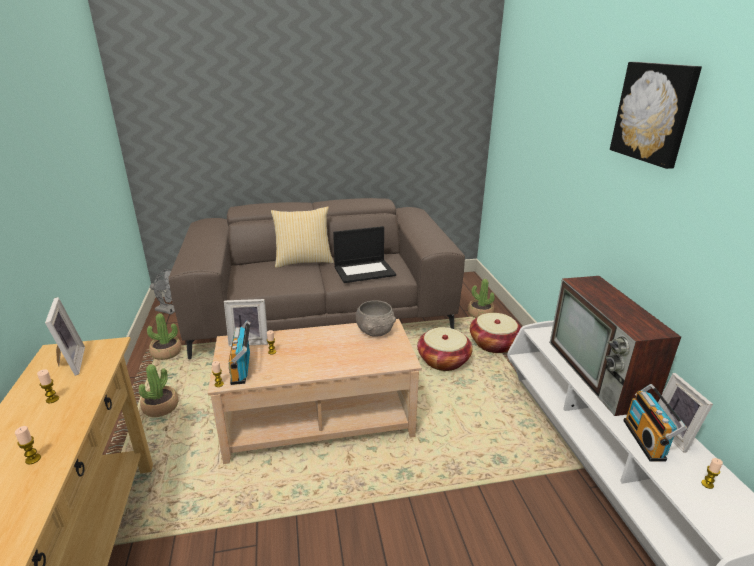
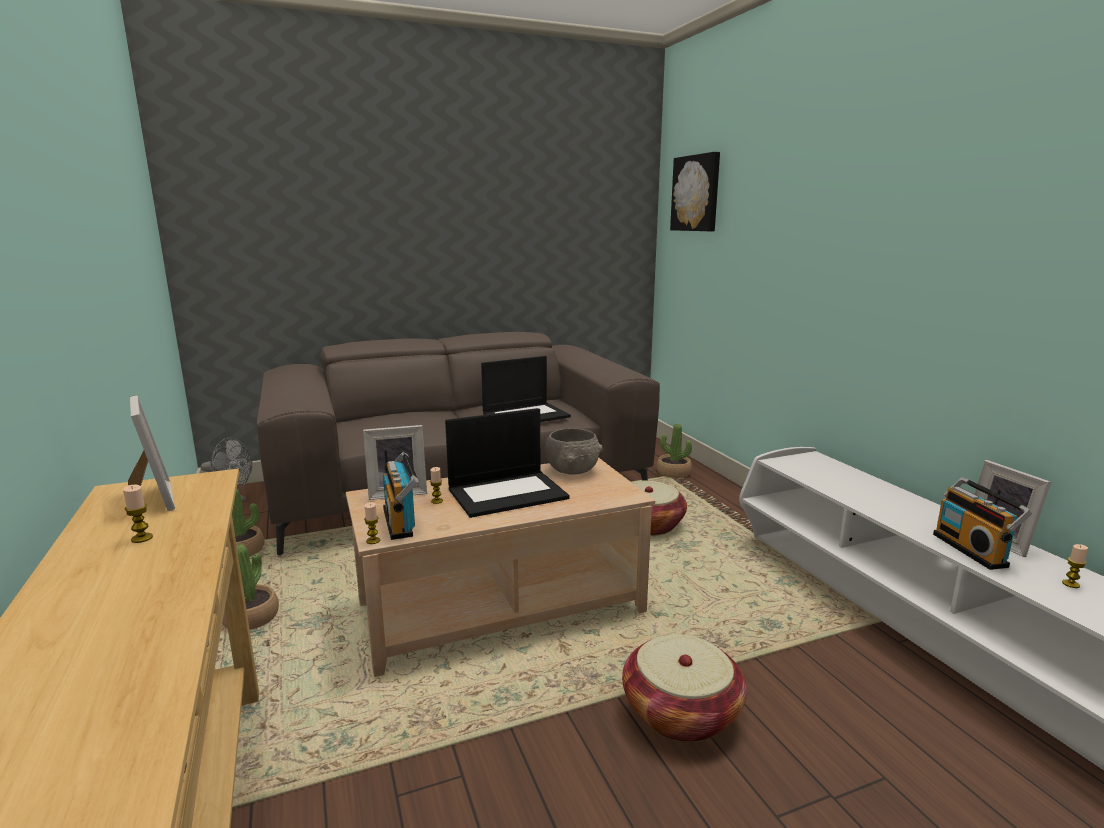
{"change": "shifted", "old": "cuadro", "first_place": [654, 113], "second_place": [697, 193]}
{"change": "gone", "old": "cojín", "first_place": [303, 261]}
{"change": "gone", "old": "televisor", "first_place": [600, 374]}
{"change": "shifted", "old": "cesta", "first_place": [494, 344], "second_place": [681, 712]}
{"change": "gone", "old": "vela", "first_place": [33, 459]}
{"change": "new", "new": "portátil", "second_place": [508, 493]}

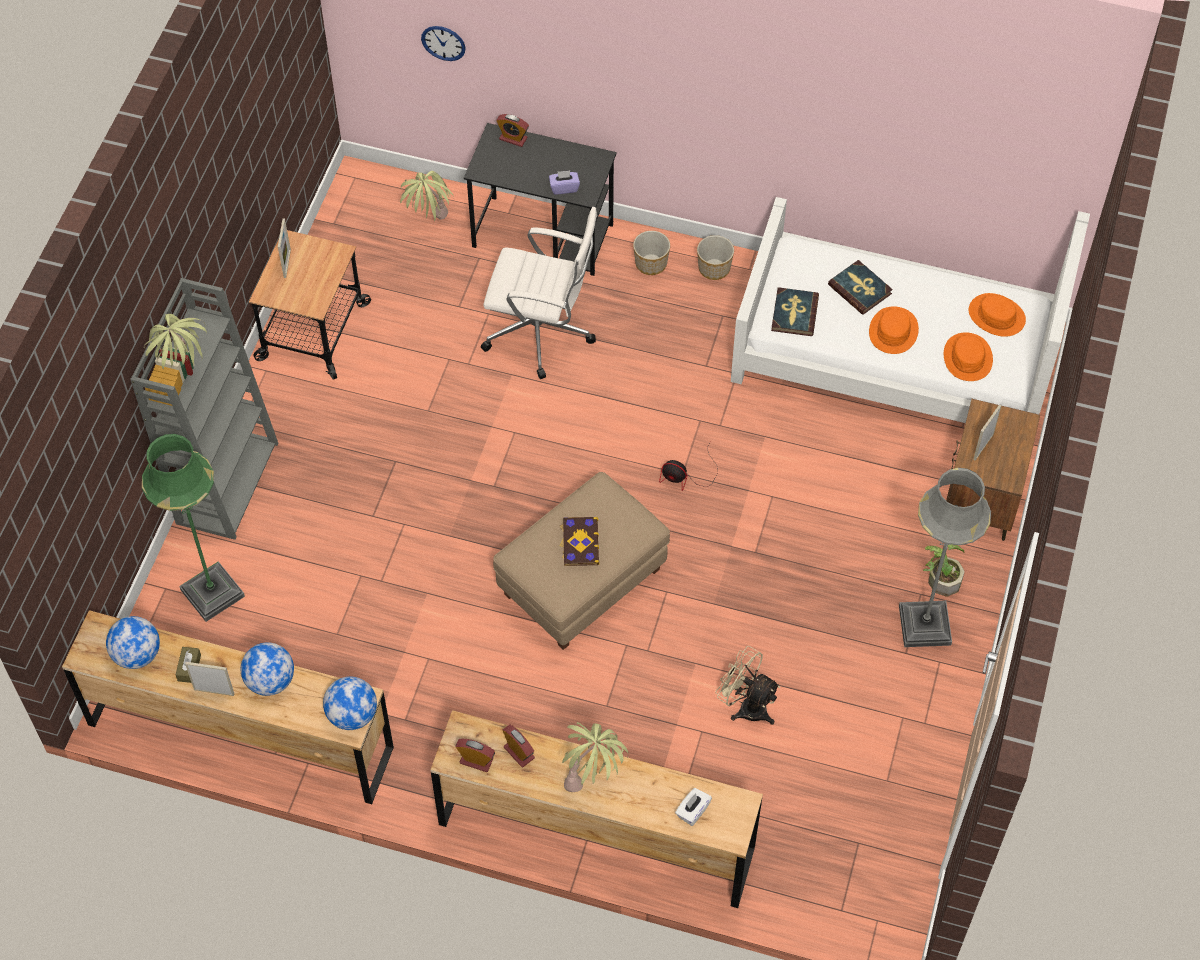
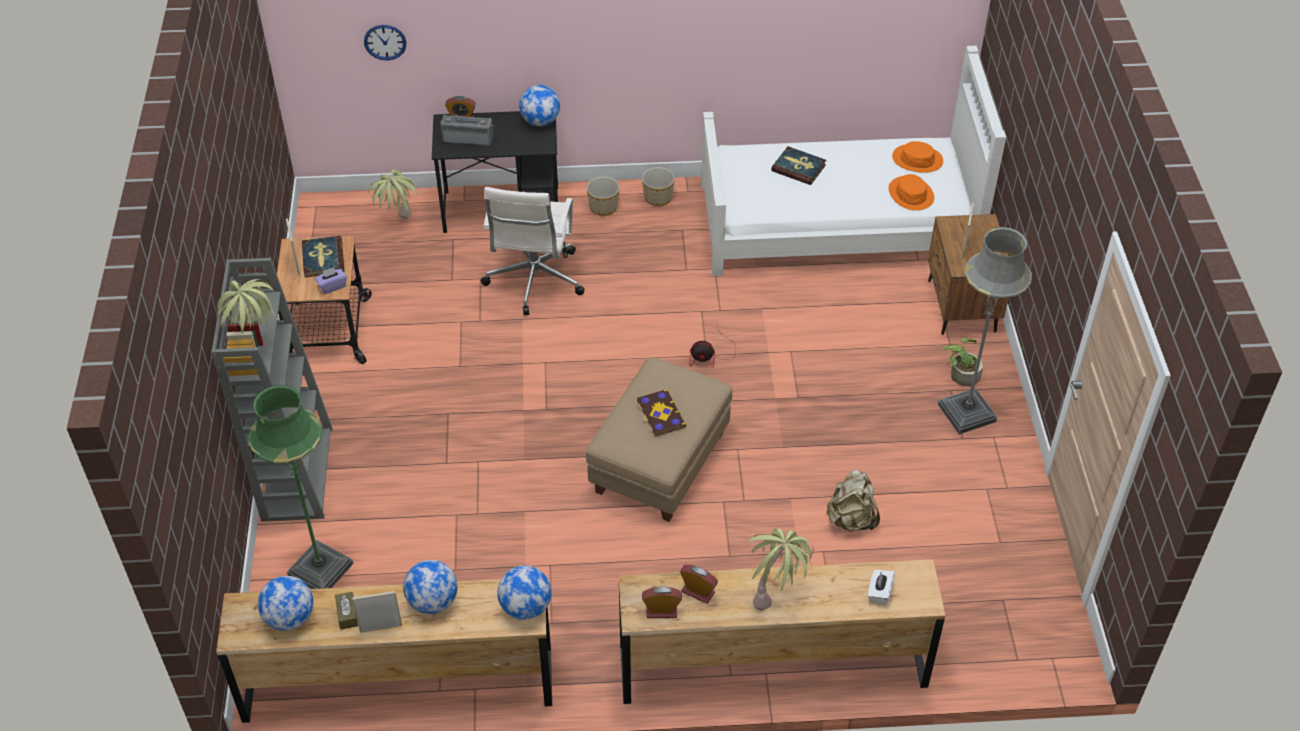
{"change": "shifted", "old": "caja de pañuelos (morado)", "first_place": [564, 188], "second_place": [332, 286]}
{"change": "rotated", "old": "silla de oficina (blanco)", "first_place": [542, 333], "second_place": [534, 281], "degrees": 105}
{"change": "shifted", "old": "libro", "first_place": [794, 313], "second_place": [323, 258]}
{"change": "gone", "old": "sombrero (naranja)", "first_place": [893, 331]}
{"change": "swapped", "old": "ventilador (beis)", "new": "mochila (beis)", "first_place": [746, 706], "second_place": [851, 519]}
{"change": "new", "new": "globo terráqueo", "second_place": [540, 121]}
{"change": "new", "new": "radio", "second_place": [468, 138]}

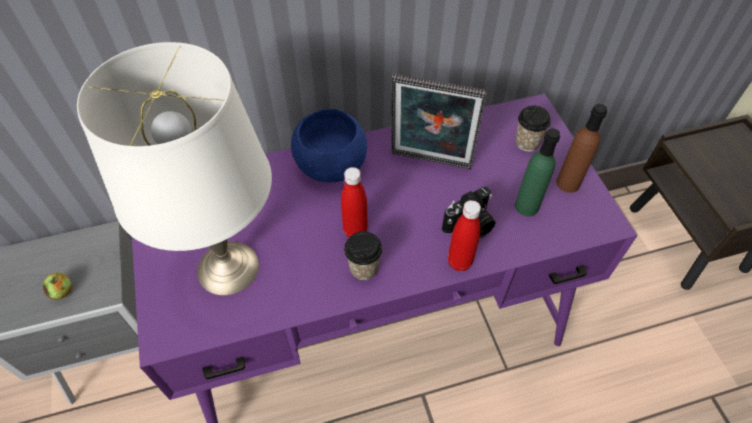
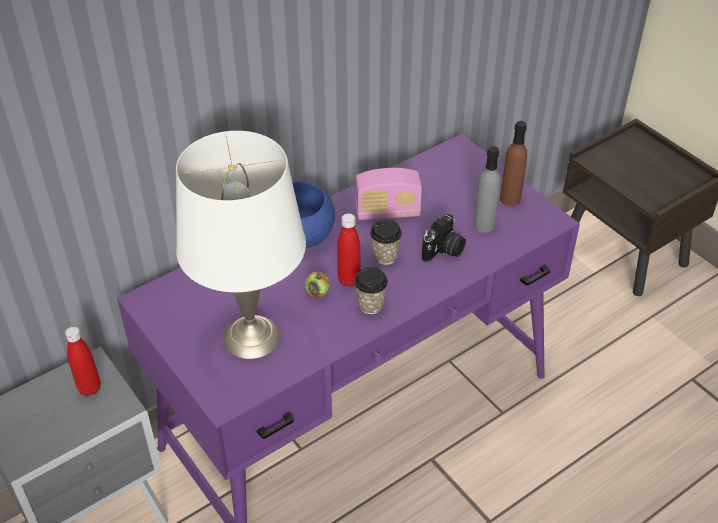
{"change": "swapped", "old": "portarretratos", "new": "radio", "first_place": [430, 162], "second_place": [387, 212]}
{"change": "shifted", "old": "taza", "first_place": [527, 143], "second_place": [385, 256]}
{"change": "repainted", "old": "botella (verde)", "new": "botella (gris)", "first_place": [526, 206], "second_place": [484, 225]}
{"change": "shifted", "old": "botella (rojo)", "first_place": [459, 262], "second_place": [89, 388]}
{"change": "shifted", "old": "manzana", "first_place": [62, 291], "second_place": [317, 292]}

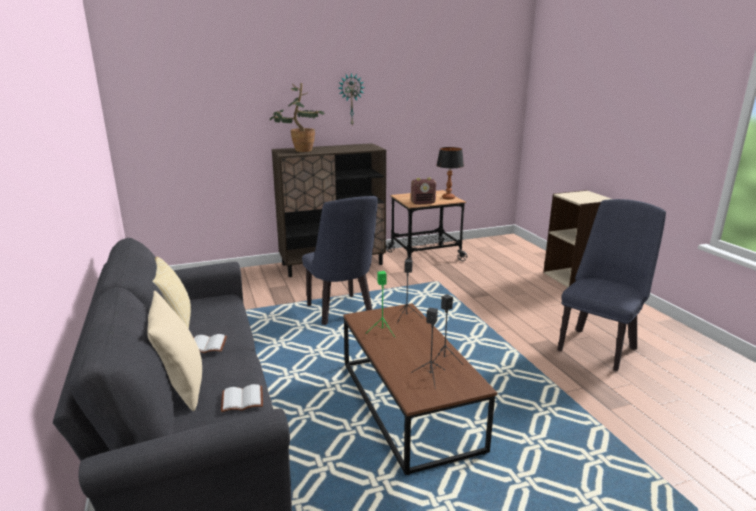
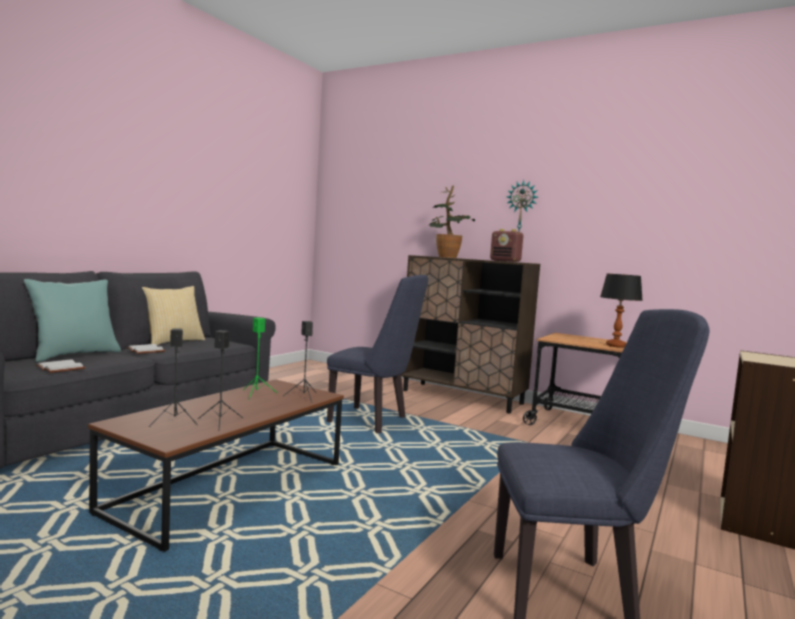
{"change": "shifted", "old": "radio", "first_place": [423, 203], "second_place": [505, 261]}
{"change": "rotated", "old": "silla (azul)", "first_place": [341, 312], "second_place": [373, 421], "degrees": -90}
{"change": "repainted", "old": "cojín (beis)", "new": "cojín (turquesa)", "first_place": [181, 385], "second_place": [74, 355]}

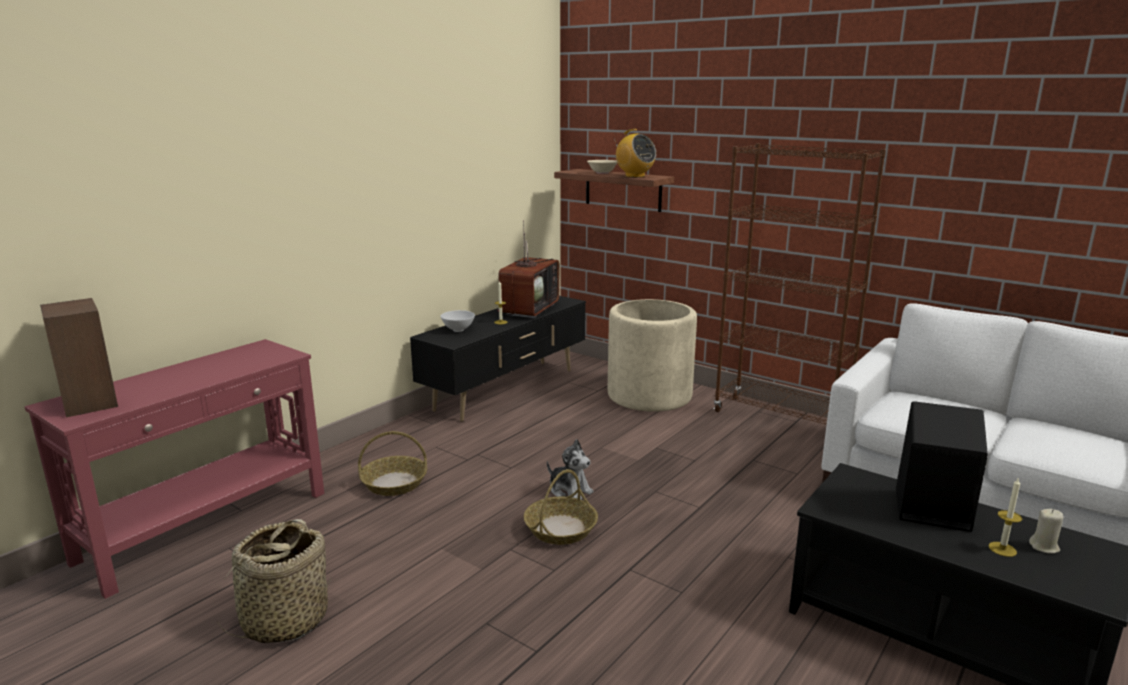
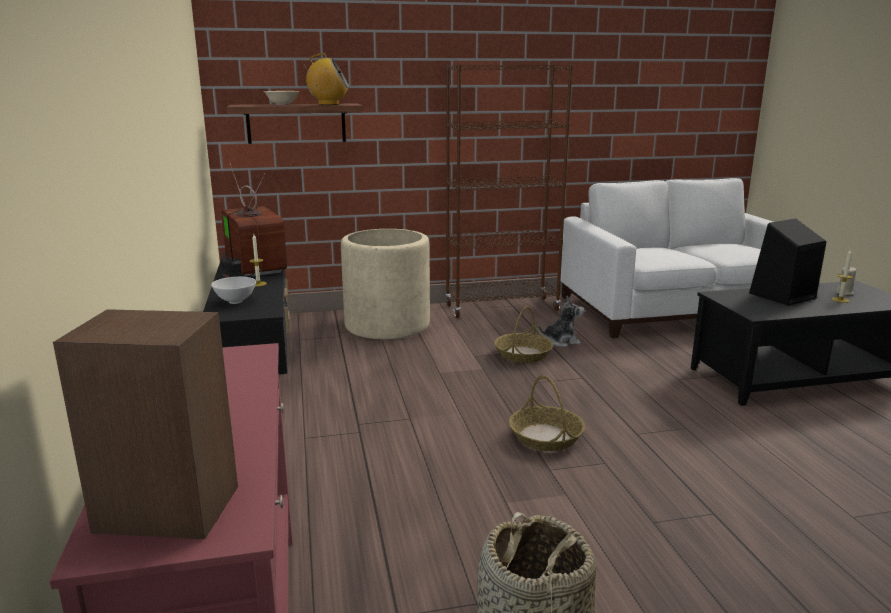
{"change": "shifted", "old": "cesta", "first_place": [394, 483], "second_place": [523, 354]}
{"change": "shifted", "old": "peluche", "first_place": [569, 491], "second_place": [561, 341]}

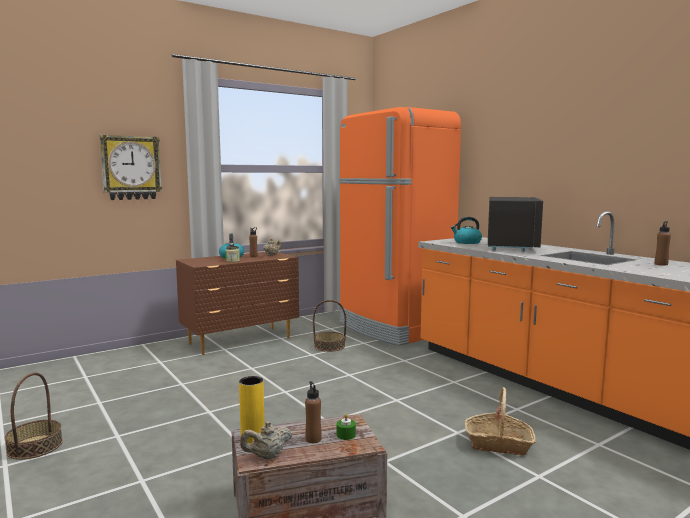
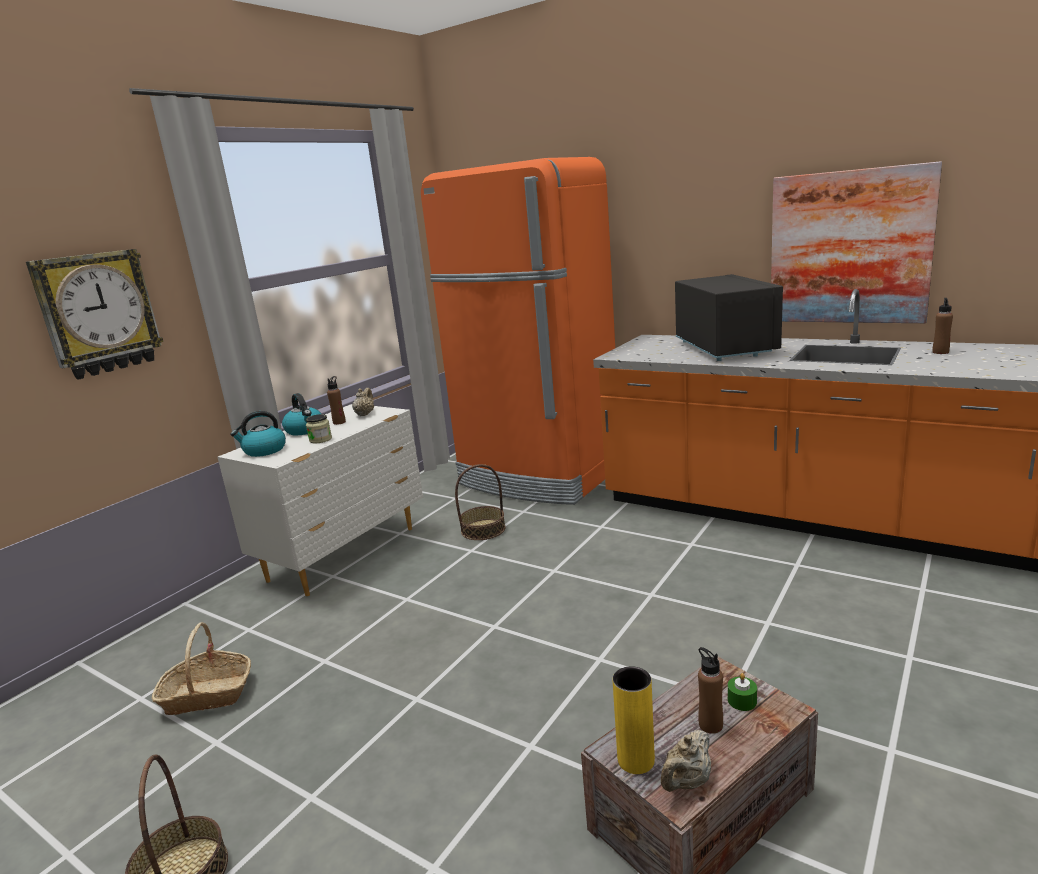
{"change": "shifted", "old": "hervidor", "first_place": [466, 242], "second_place": [264, 451]}
{"change": "repainted", "old": "cómoda (marrón)", "new": "cómoda (blanco)", "first_place": [241, 341], "second_place": [345, 553]}
{"change": "shifted", "old": "cesta", "first_place": [498, 444], "second_place": [208, 694]}
{"change": "new", "new": "cuadro", "second_place": [849, 248]}

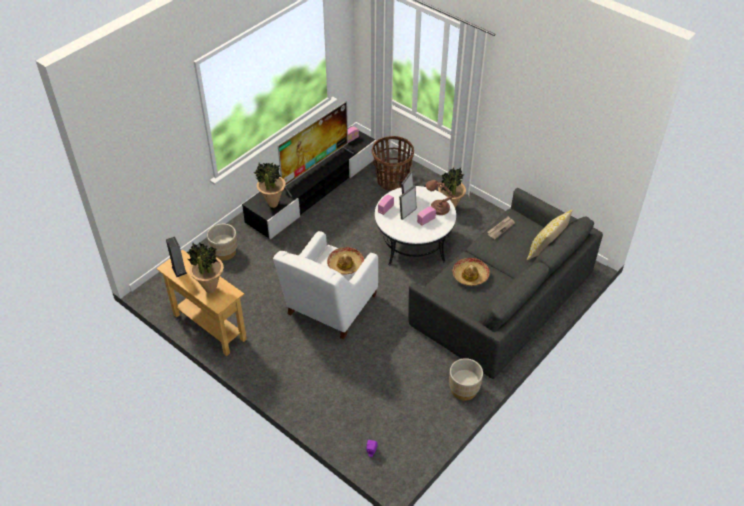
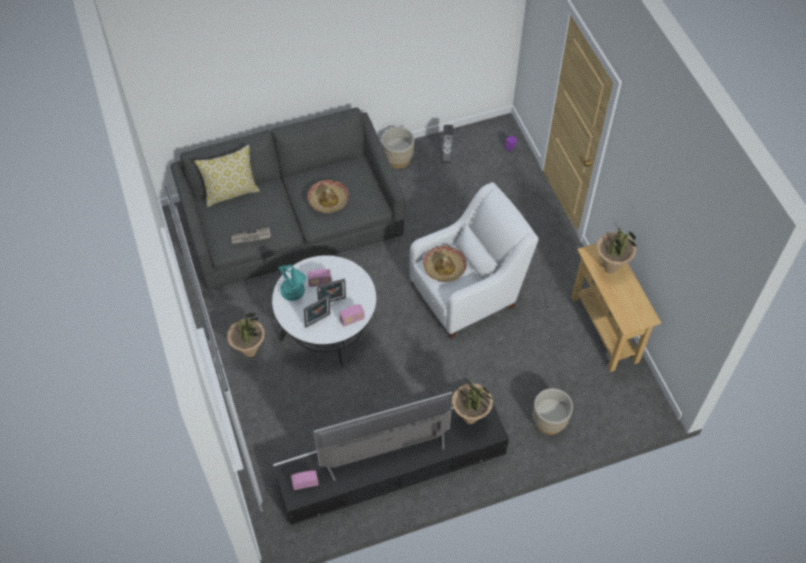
{"change": "gone", "old": "cesta", "first_place": [392, 181]}
{"change": "repainted", "old": "lámpara de mesa (marrón)", "new": "lámpara de mesa (turquesa)", "first_place": [438, 208], "second_place": [294, 292]}
{"change": "shifted", "old": "altavoz", "first_place": [179, 270], "second_place": [446, 157]}

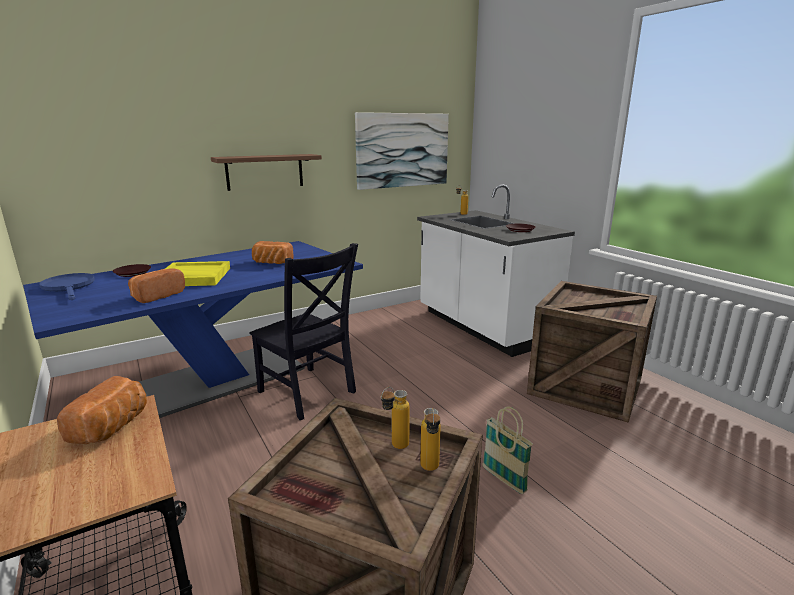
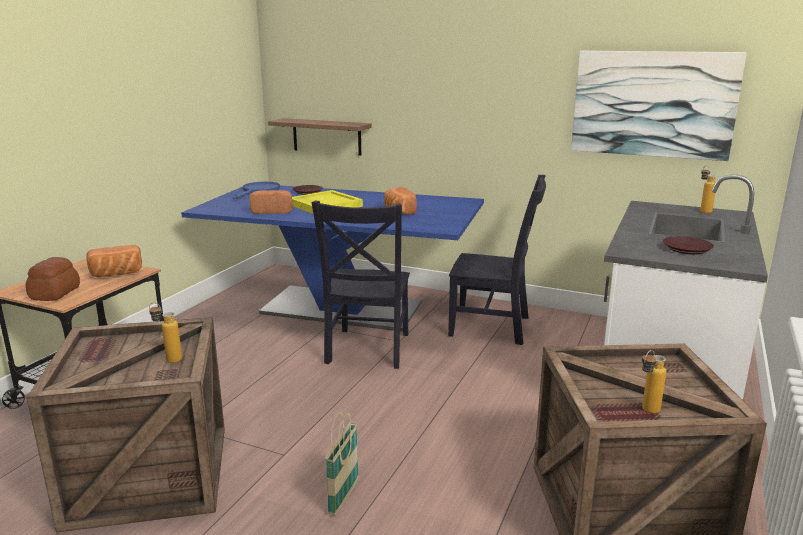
{"change": "shifted", "old": "estante", "first_place": [265, 171], "second_place": [326, 136]}
{"change": "shifted", "old": "botella", "first_place": [430, 470], "second_place": [646, 412]}
{"change": "new", "new": "silla (negro)", "second_place": [493, 327]}
{"change": "new", "new": "pan", "second_place": [56, 293]}

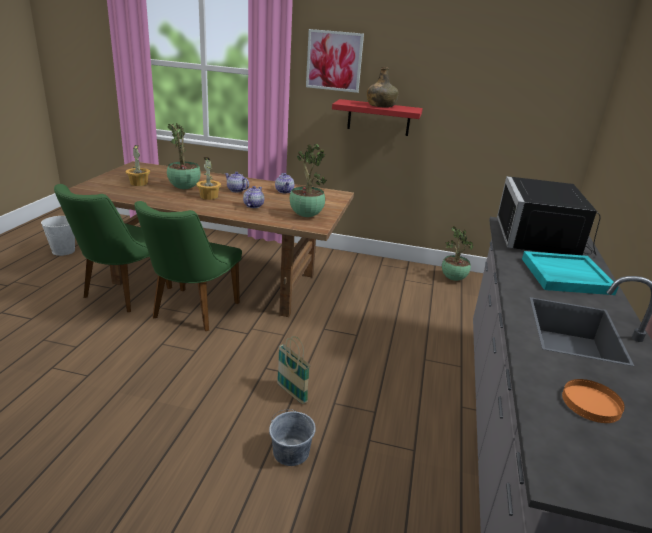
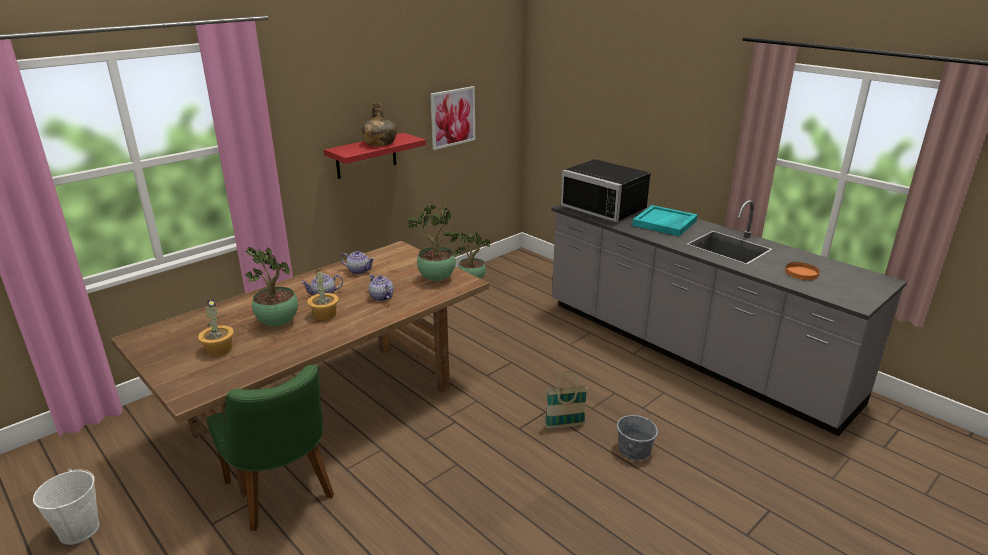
{"change": "shifted", "old": "cuadro", "first_place": [334, 61], "second_place": [452, 117]}
{"change": "gone", "old": "silla (verde)", "first_place": [191, 313]}

